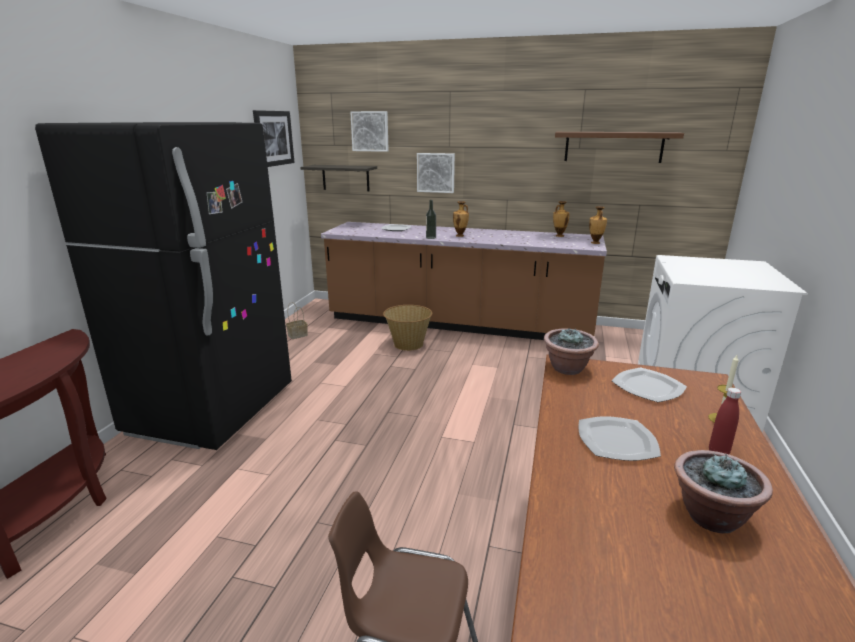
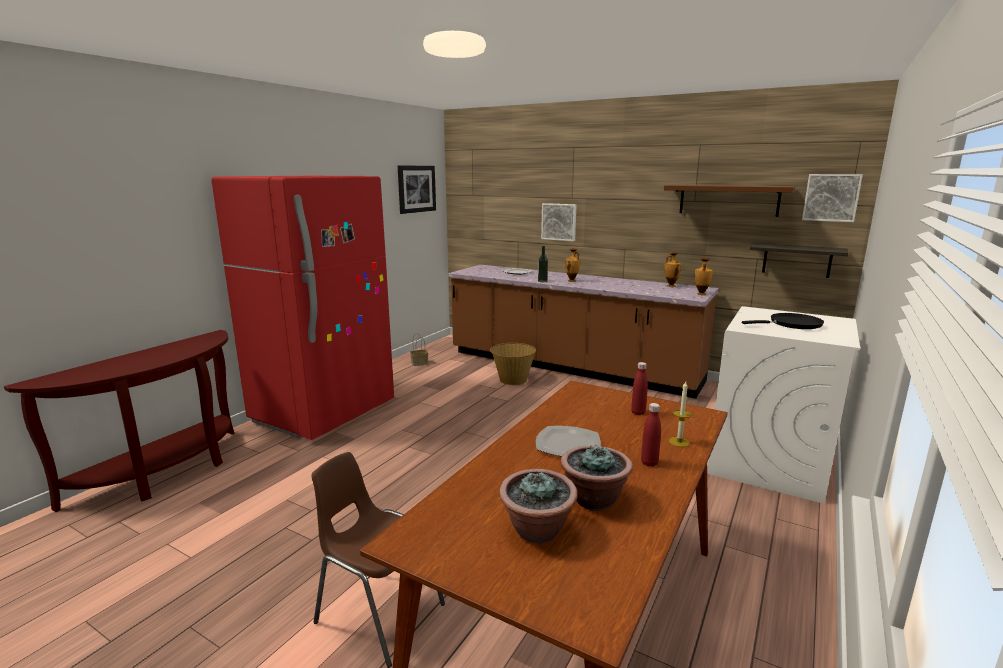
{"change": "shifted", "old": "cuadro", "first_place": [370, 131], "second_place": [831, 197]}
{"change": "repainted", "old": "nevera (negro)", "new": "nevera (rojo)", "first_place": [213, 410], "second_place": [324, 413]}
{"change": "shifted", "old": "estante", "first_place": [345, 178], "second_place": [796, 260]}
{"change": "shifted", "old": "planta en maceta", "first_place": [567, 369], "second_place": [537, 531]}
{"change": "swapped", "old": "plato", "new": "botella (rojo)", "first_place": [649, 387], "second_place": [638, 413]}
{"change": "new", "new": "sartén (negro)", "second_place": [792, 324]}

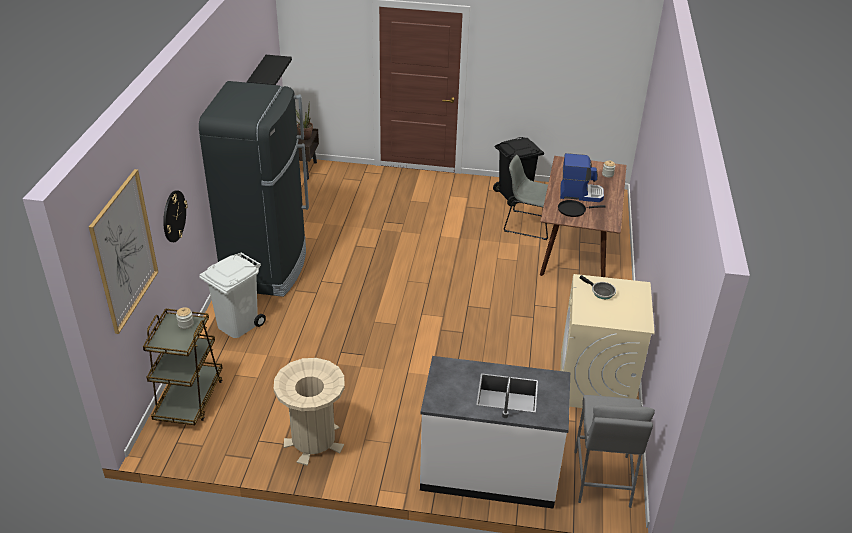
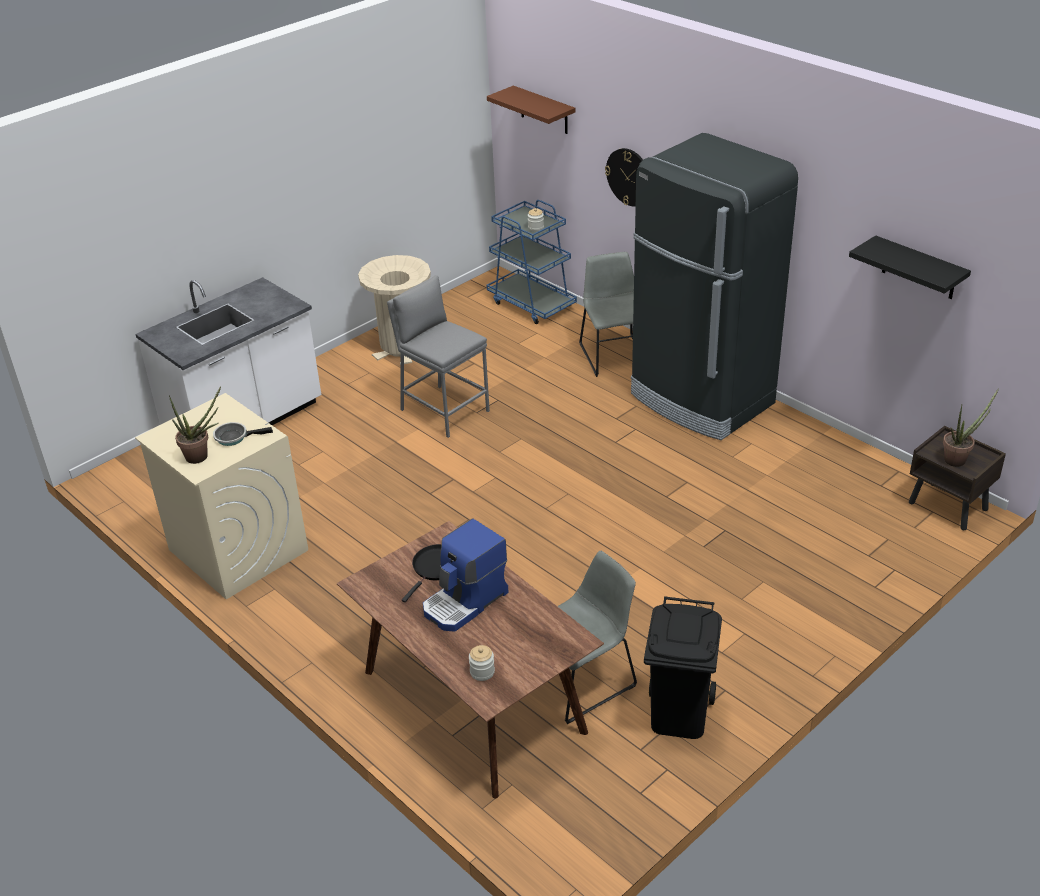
{"change": "swapped", "old": "cuadro", "new": "estante (marrón)", "first_place": [124, 251], "second_place": [544, 110]}
{"change": "swapped", "old": "papelera (blanco)", "new": "silla (gris)", "first_place": [237, 324], "second_place": [613, 354]}
{"change": "repainted", "old": "carrito (marrón)", "new": "carrito (azul)", "first_place": [189, 399], "second_place": [531, 304]}
{"change": "shifted", "old": "taburete (gris)", "first_place": [602, 479], "second_place": [444, 410]}
{"change": "new", "new": "planta en maceta", "second_place": [202, 456]}

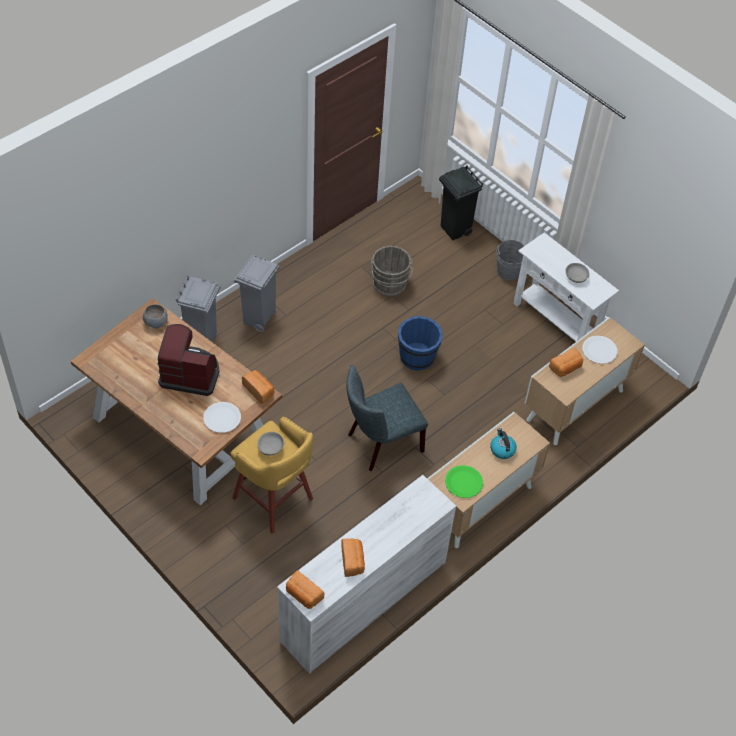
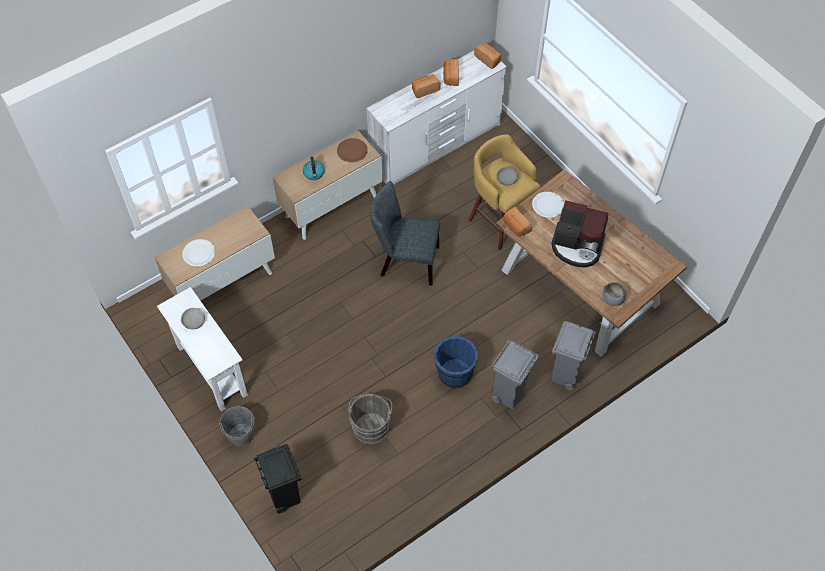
{"change": "shifted", "old": "cubo (azul)", "first_place": [417, 357], "second_place": [454, 373]}
{"change": "shifted", "old": "pan", "first_place": [566, 368], "second_place": [425, 90]}
{"change": "rotated", "old": "silla (gris)", "first_place": [380, 443], "second_place": [405, 261], "degrees": -150}
{"change": "repainted", "old": "plato (verde)", "new": "plato (marrón)", "first_place": [463, 482], "second_place": [352, 151]}

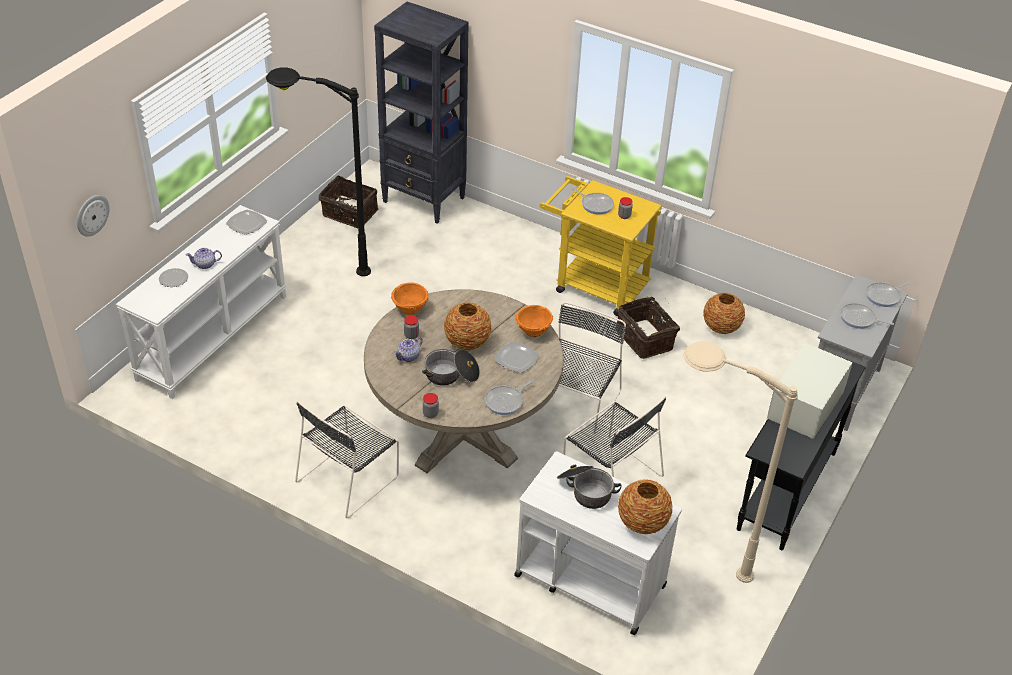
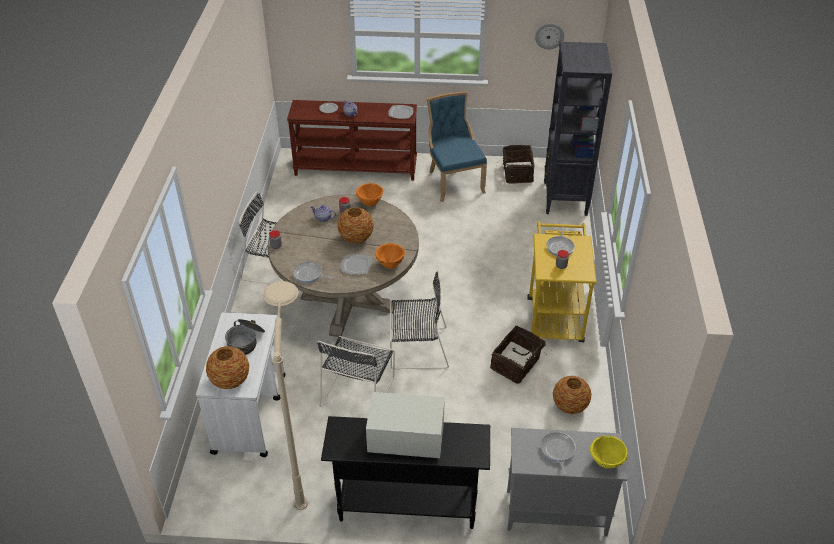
{"change": "swapped", "old": "lámpara de pie (negro)", "new": "silla (azul)", "first_place": [318, 266], "second_place": [453, 181]}
{"change": "shifted", "old": "reloj de pared", "first_place": [92, 215], "second_place": [549, 35]}
{"change": "repainted", "old": "mesa consola (blanco)", "new": "mesa consola (marrón)", "first_place": [212, 336], "second_place": [356, 168]}
{"change": "swapped", "old": "sartén", "new": "cuenco (amarillo)", "first_place": [884, 296], "second_place": [606, 462]}
{"change": "gone", "old": "olla", "first_place": [451, 375]}

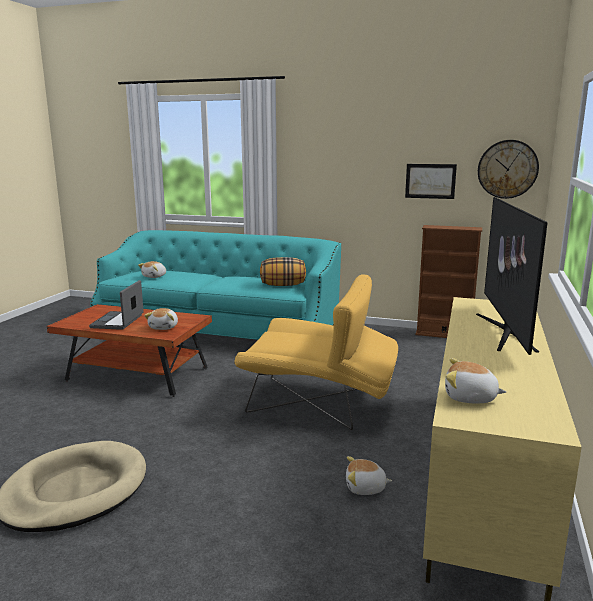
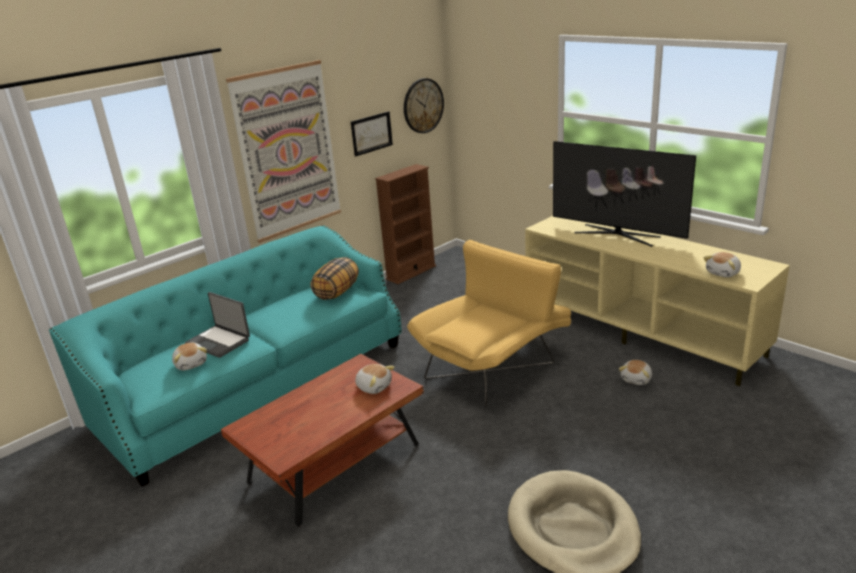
{"change": "shifted", "old": "portátil", "first_place": [118, 321], "second_place": [219, 341]}
{"change": "new", "new": "cuadro", "second_place": [288, 151]}

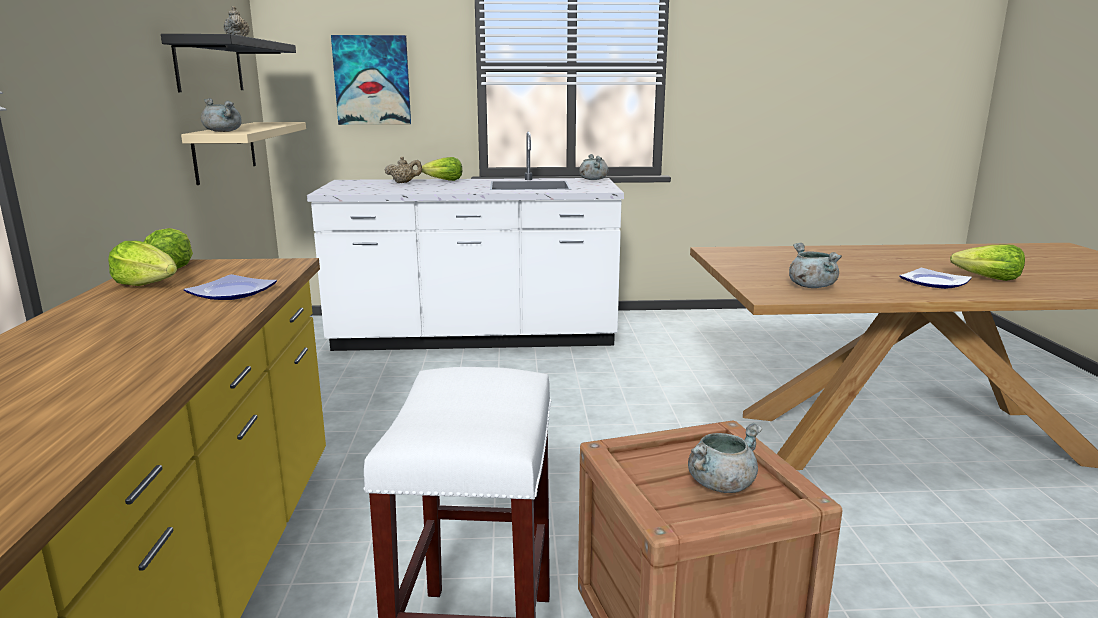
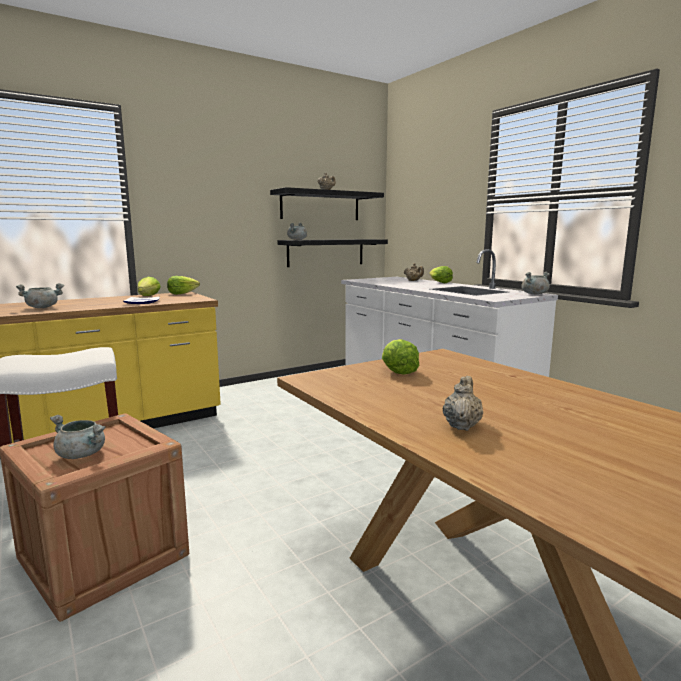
{"change": "gone", "old": "cuadro", "first_place": [372, 80]}
{"change": "repainted", "old": "estante (beis)", "new": "estante (negro)", "first_place": [225, 151], "second_place": [326, 252]}
{"change": "shifted", "old": "olla (gris)", "first_place": [810, 286], "second_place": [42, 307]}
{"change": "shifted", "old": "lechuga", "first_place": [987, 279], "second_place": [398, 370]}
{"change": "swapped", "old": "plato", "new": "tetera (beis)", "first_place": [932, 282], "second_place": [462, 425]}

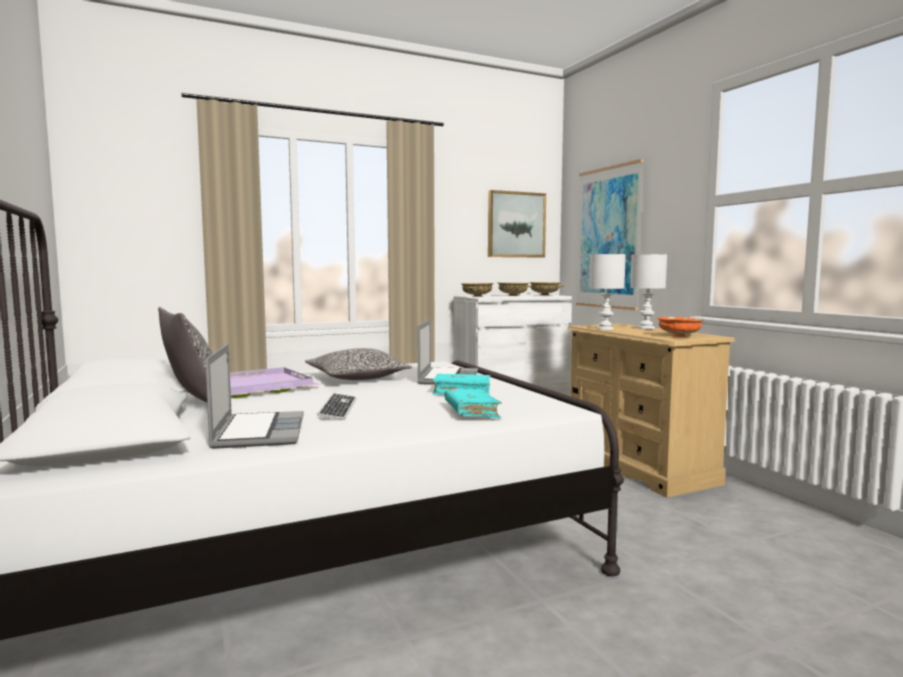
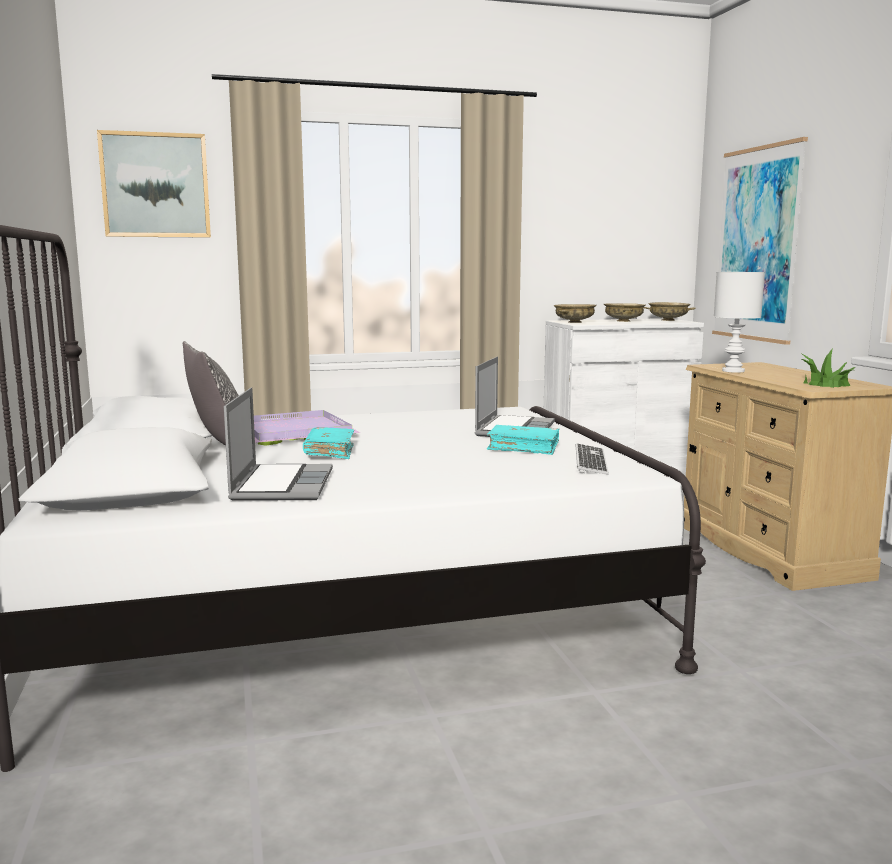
{"change": "shifted", "old": "cuadro", "first_place": [516, 225], "second_place": [155, 185]}
{"change": "gone", "old": "lámpara de mesa (blanco)", "first_place": [647, 328]}
{"change": "swapped", "old": "cuenco (naranja)", "new": "planta en maceta", "first_place": [679, 336], "second_place": [825, 384]}
{"change": "gone", "old": "cojín", "first_place": [357, 378]}
{"change": "shifted", "old": "libro (turquesa)", "first_place": [471, 412], "second_place": [329, 452]}
{"change": "shifted", "old": "teclado", "first_place": [338, 408], "second_place": [590, 461]}

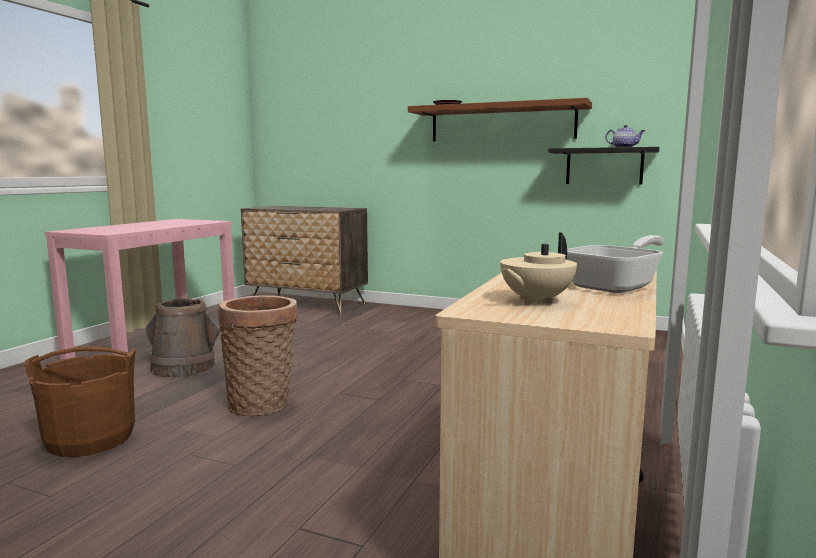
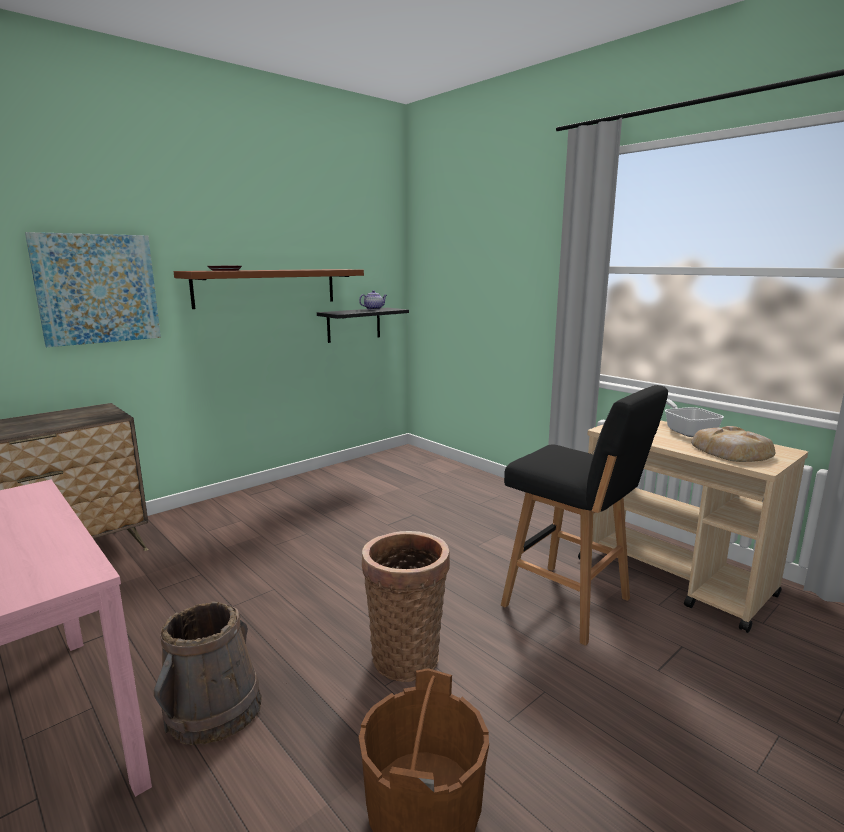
{"change": "swapped", "old": "tetera (beis)", "new": "pan", "first_place": [535, 301], "second_place": [732, 452]}
{"change": "new", "new": "cuadro", "second_place": [97, 289]}
{"change": "new", "new": "taburete (negro)", "second_place": [570, 604]}

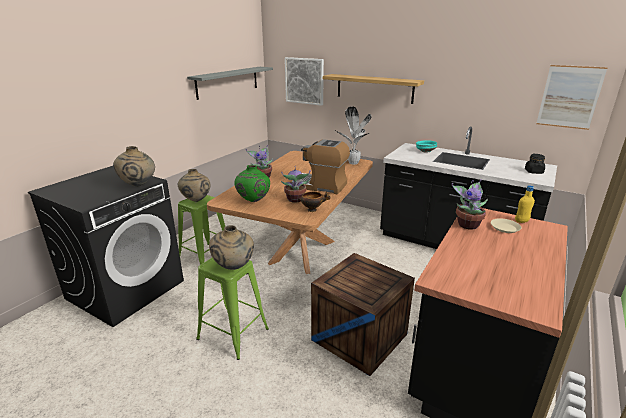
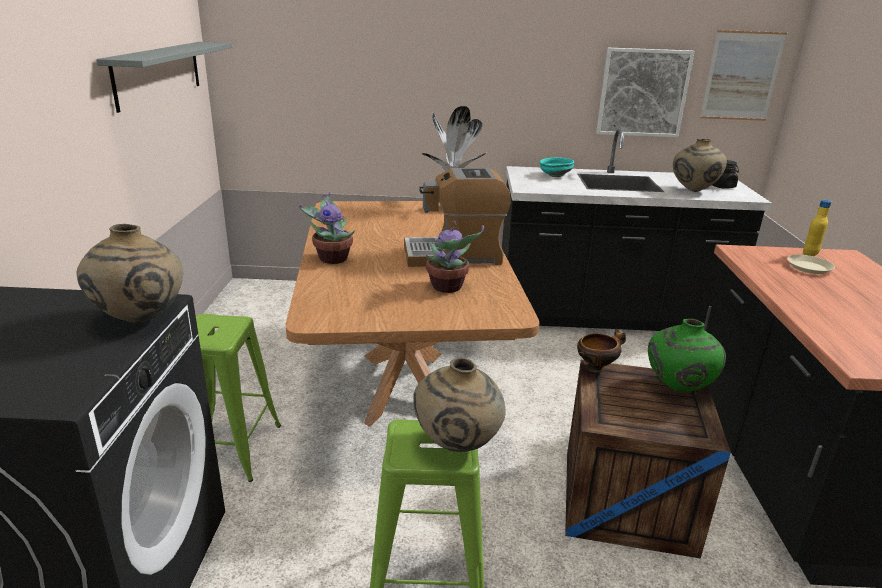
{"change": "shifted", "old": "cuadro", "first_place": [304, 81], "second_place": [642, 93]}
{"change": "gone", "old": "estante", "first_place": [374, 88]}
{"change": "shifted", "old": "florero (verde)", "first_place": [253, 201], "second_place": [677, 389]}
{"change": "shifted", "old": "florero (beis)", "first_place": [196, 201], "second_place": [693, 191]}
{"change": "gone", "old": "planta en maceta", "first_place": [467, 224]}
{"change": "shifted", "old": "cuenco", "first_place": [313, 210], "second_place": [597, 367]}

